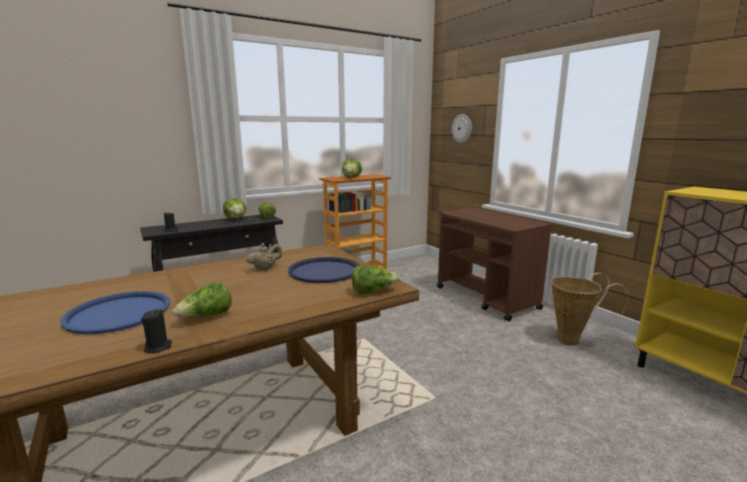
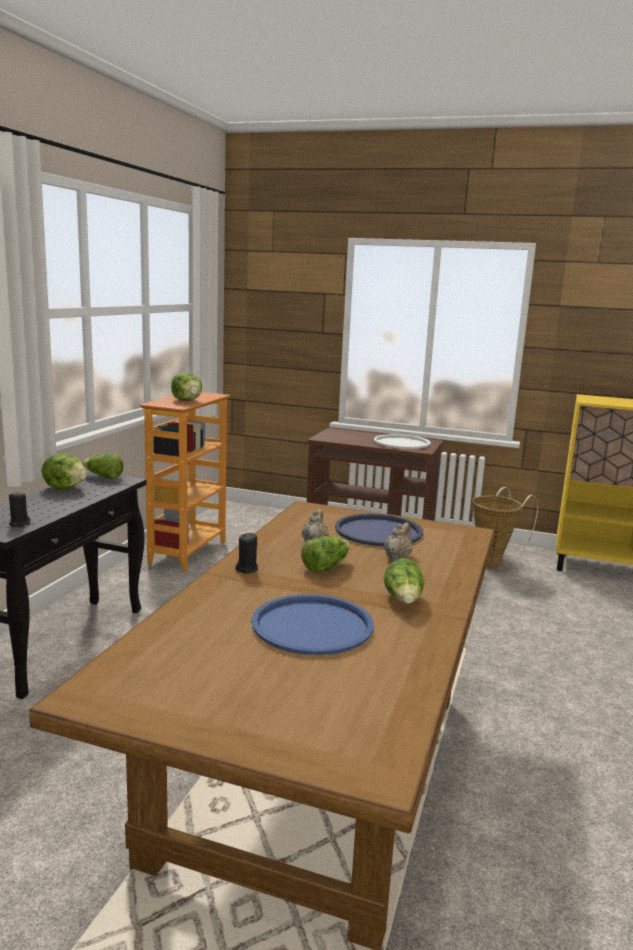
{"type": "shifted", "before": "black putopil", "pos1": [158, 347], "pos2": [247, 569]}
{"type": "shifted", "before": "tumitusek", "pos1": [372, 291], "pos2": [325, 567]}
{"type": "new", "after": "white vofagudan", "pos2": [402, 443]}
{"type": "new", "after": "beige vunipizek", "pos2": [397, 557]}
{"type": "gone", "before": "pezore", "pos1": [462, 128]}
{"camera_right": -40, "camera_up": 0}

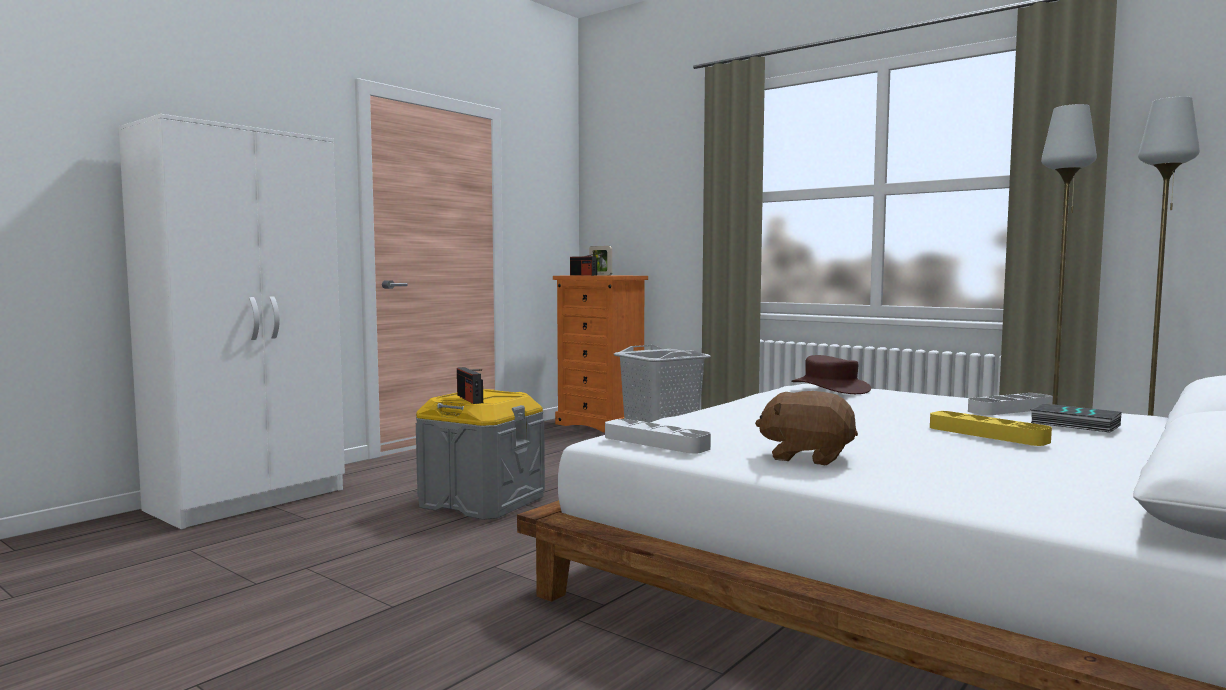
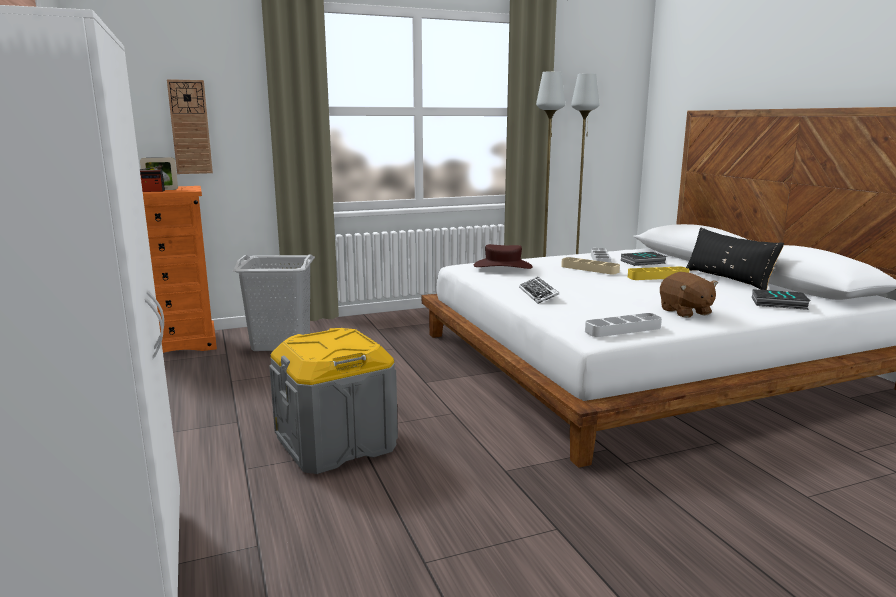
{"type": "new", "after": "pezore", "pos2": [190, 127]}
{"type": "new", "after": "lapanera", "pos2": [538, 294]}
{"type": "new", "after": "beige vofagudan", "pos2": [589, 269]}
{"type": "rotated", "before": "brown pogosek", "pos1": [807, 457], "pos2": [685, 312], "turn": -75}
{"type": "new", "after": "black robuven", "pos2": [727, 279]}
{"type": "new", "after": "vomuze", "pos2": [778, 303]}
{"type": "gone", "before": "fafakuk", "pos1": [469, 399]}
{"camera_right": -60, "camera_up": 10}

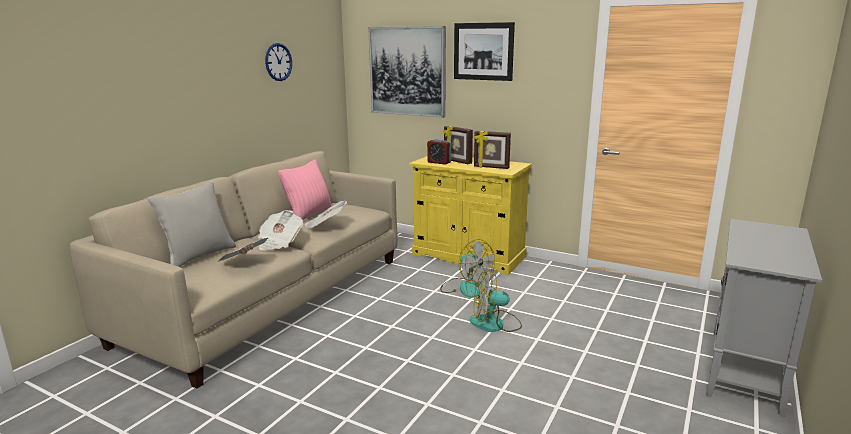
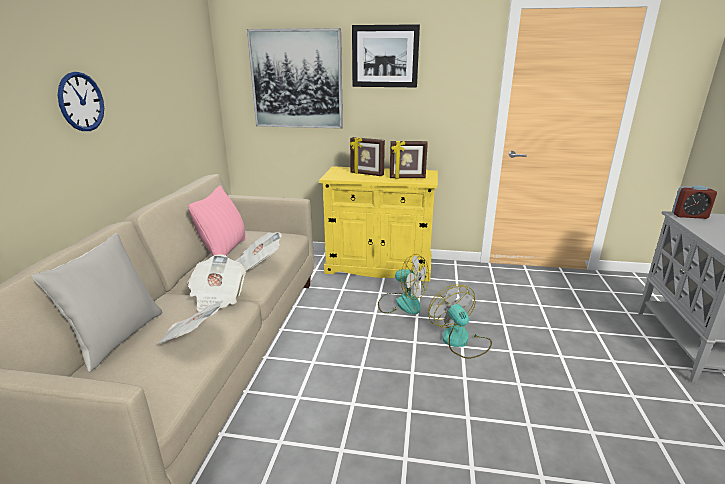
{"type": "shifted", "before": "pezore", "pos1": [278, 62], "pos2": [81, 102]}
{"type": "rotated", "before": "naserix", "pos1": [495, 324], "pos2": [460, 341], "turn": 90}
{"type": "shifted", "before": "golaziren", "pos1": [439, 162], "pos2": [689, 216]}
{"camera_right": -20, "camera_up": 5}

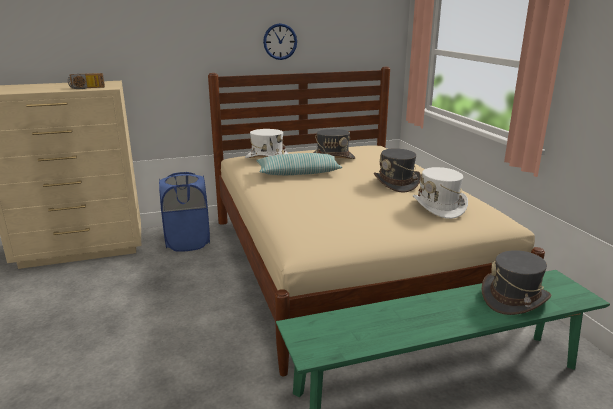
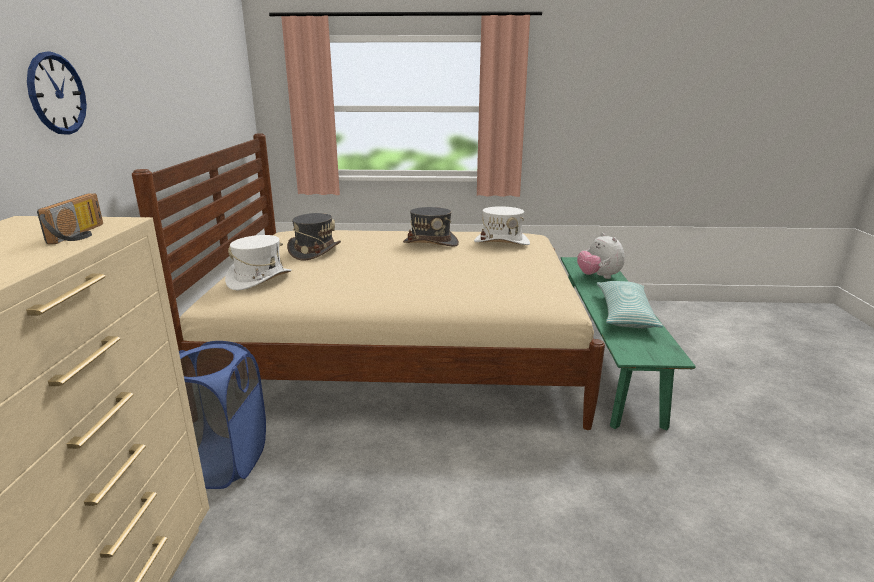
{"type": "shifted", "before": "pezore", "pos1": [280, 41], "pos2": [57, 94]}
{"type": "swapped", "before": "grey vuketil", "after": "pogosek", "pos1": [514, 298], "pos2": [598, 277]}
{"type": "shifted", "before": "robuven", "pos1": [298, 173], "pos2": [625, 314]}
{"camera_right": -70, "camera_up": 0}

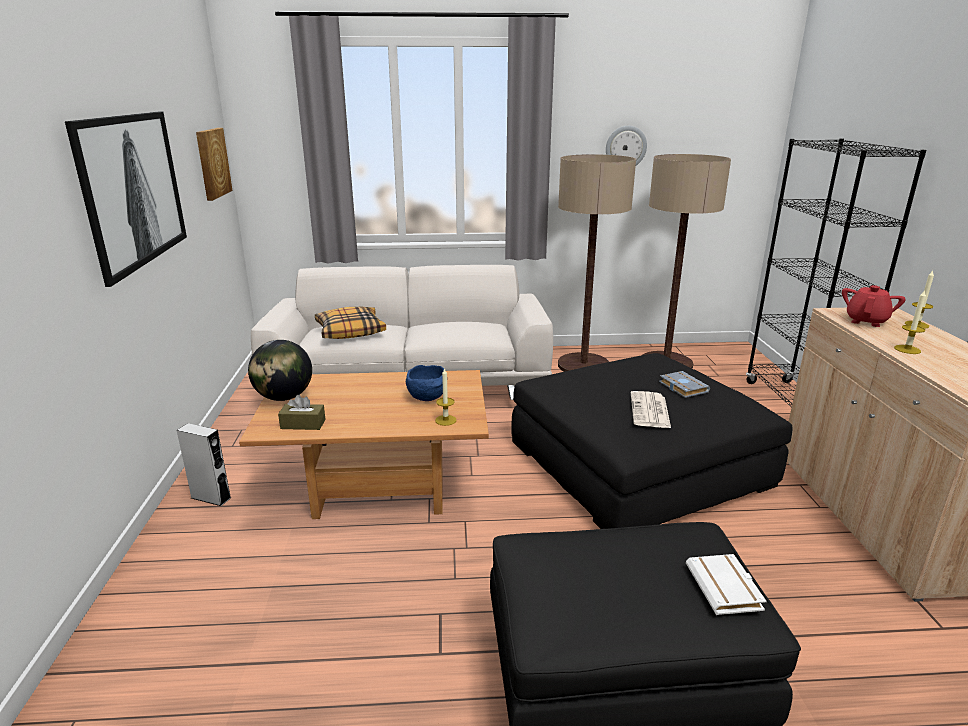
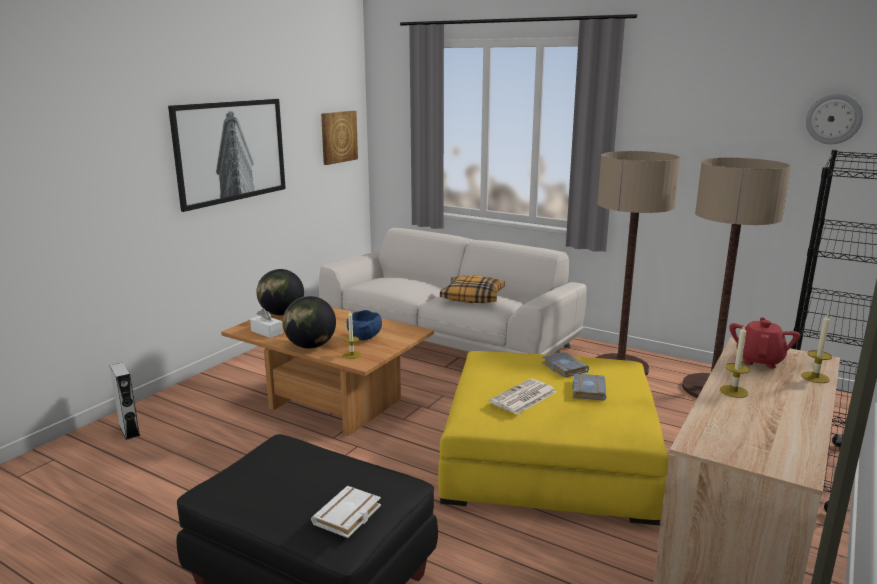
{"type": "shifted", "before": "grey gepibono", "pos1": [211, 497], "pos2": [129, 431]}
{"type": "repainted", "before": "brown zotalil", "after": "white zotalil", "pos1": [303, 424], "pos2": [267, 332]}
{"type": "new", "after": "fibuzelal", "pos2": [311, 346]}
{"type": "repainted", "before": "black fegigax", "after": "yellow fegigax", "pos1": [638, 464], "pos2": [549, 459]}
{"type": "shifted", "before": "robuven", "pos1": [350, 331], "pos2": [473, 297]}
{"type": "new", "after": "grey vomuze", "pos2": [563, 367]}
{"type": "rotated", "before": "red vunipizek", "pos1": [866, 321], "pos2": [759, 360], "turn": -45}
{"type": "shifted", "before": "pezore", "pos1": [625, 147], "pos2": [833, 119]}
{"camera_right": 35, "camera_up": -5}

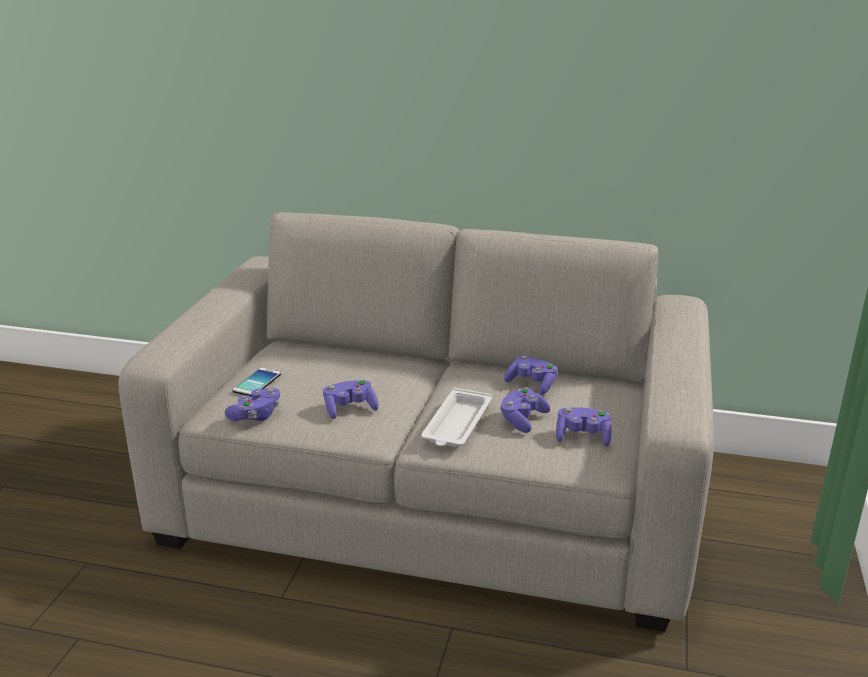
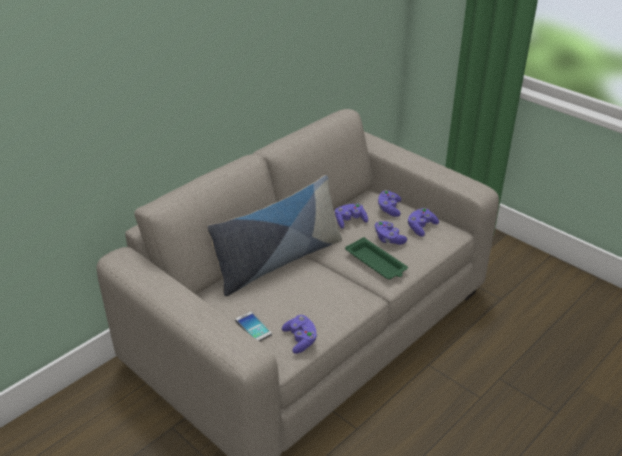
{"type": "new", "after": "robuven", "pos2": [278, 261]}
{"type": "repainted", "before": "white vofagudan", "after": "green vofagudan", "pos1": [457, 424], "pos2": [376, 263]}
{"type": "shifted", "before": "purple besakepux", "pos1": [350, 409], "pos2": [389, 209]}
{"camera_right": -60, "camera_up": 10}

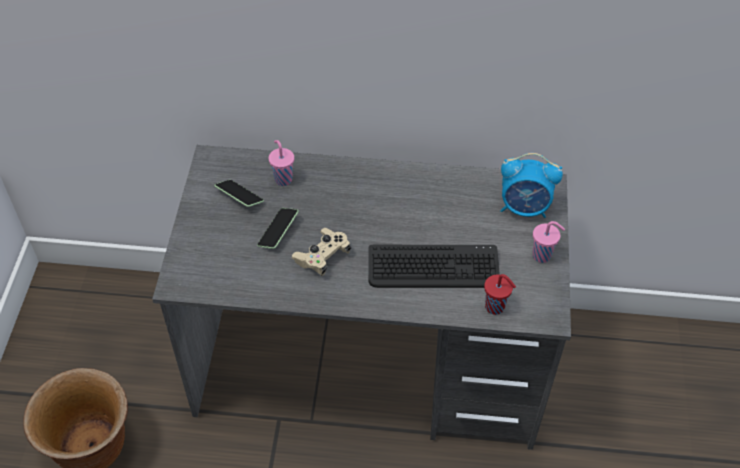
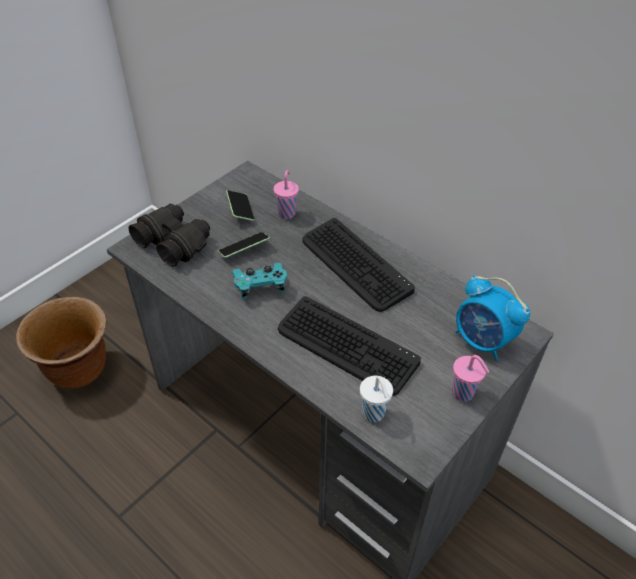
{"type": "new", "after": "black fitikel", "pos2": [174, 242]}
{"type": "repainted", "before": "beige besakepux", "after": "turquoise besakepux", "pos1": [322, 257], "pos2": [260, 286]}
{"type": "new", "after": "lapanera", "pos2": [355, 265]}
{"type": "repainted", "before": "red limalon", "after": "white limalon", "pos1": [496, 307], "pos2": [374, 414]}
{"camera_right": 35, "camera_up": -5}

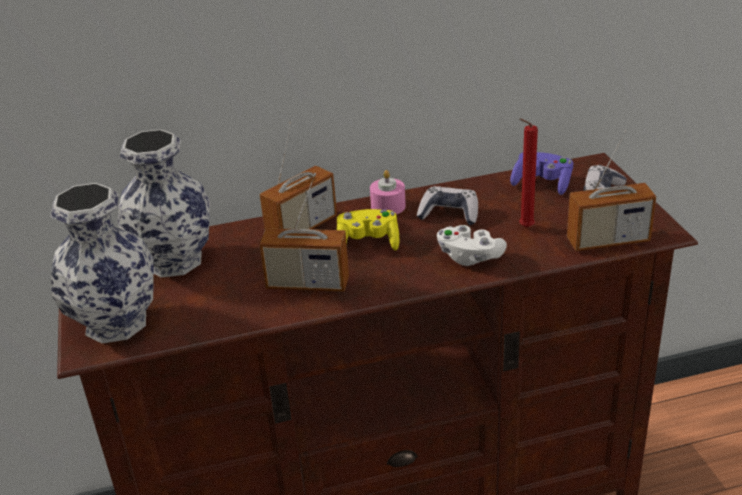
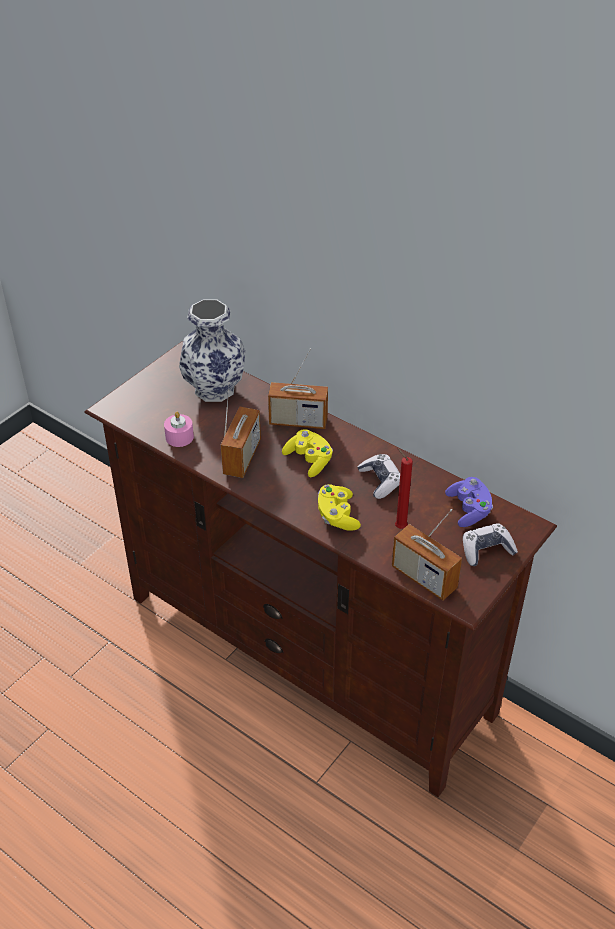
{"type": "shifted", "before": "pink putopil", "pos1": [388, 206], "pos2": [179, 437]}
{"type": "rotated", "before": "fafakuk", "pos1": [308, 283], "pos2": [242, 457], "turn": -135}
{"type": "repainted", "before": "white besakepux", "after": "yellow besakepux", "pos1": [469, 257], "pos2": [337, 516]}
{"type": "gone", "before": "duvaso", "pos1": [117, 322]}
{"camera_right": 50, "camera_up": 10}

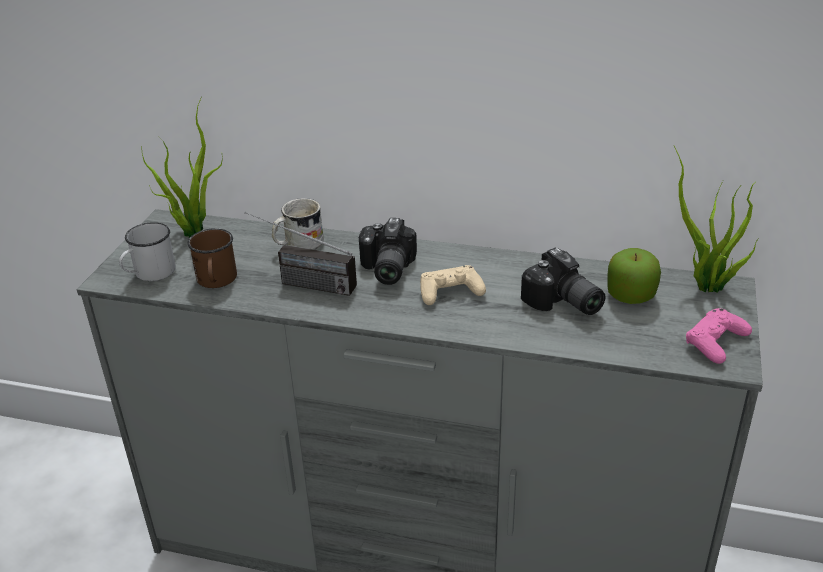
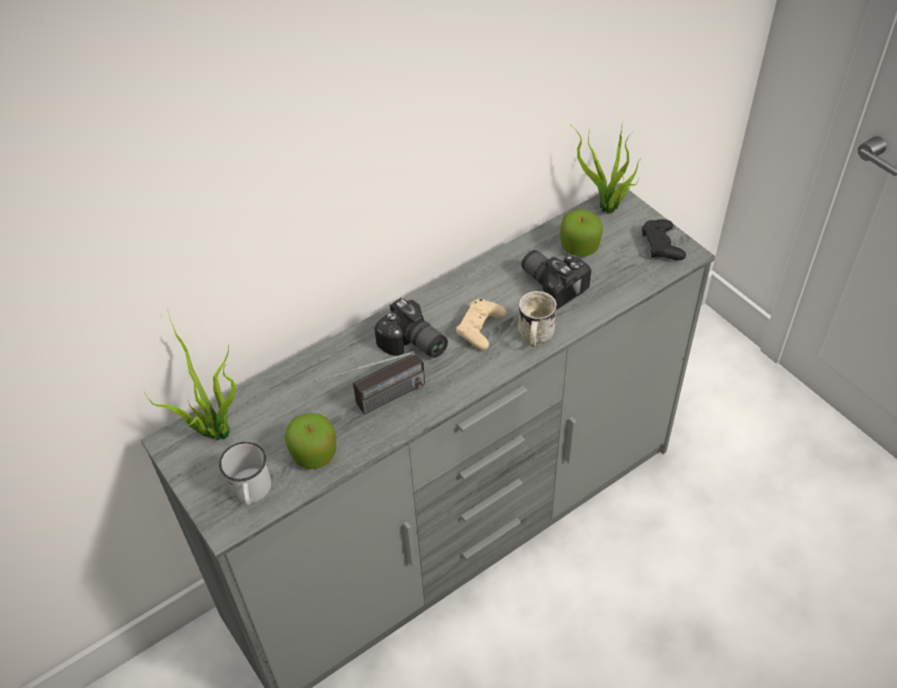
{"type": "swapped", "before": "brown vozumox", "after": "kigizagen", "pos1": [216, 281], "pos2": [314, 453]}
{"type": "shifted", "before": "white vozumox", "pos1": [298, 245], "pos2": [534, 336]}
{"type": "rotated", "before": "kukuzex", "pos1": [562, 303], "pos2": [554, 283], "turn": -135}
{"type": "repainted", "before": "pink besakepux", "after": "black besakepux", "pos1": [716, 342], "pos2": [662, 245]}
{"camera_right": -50, "camera_up": 15}

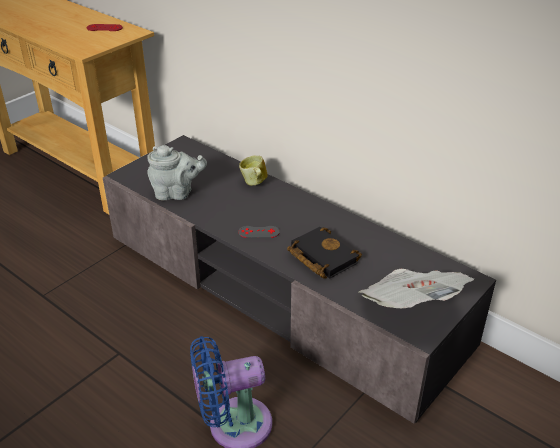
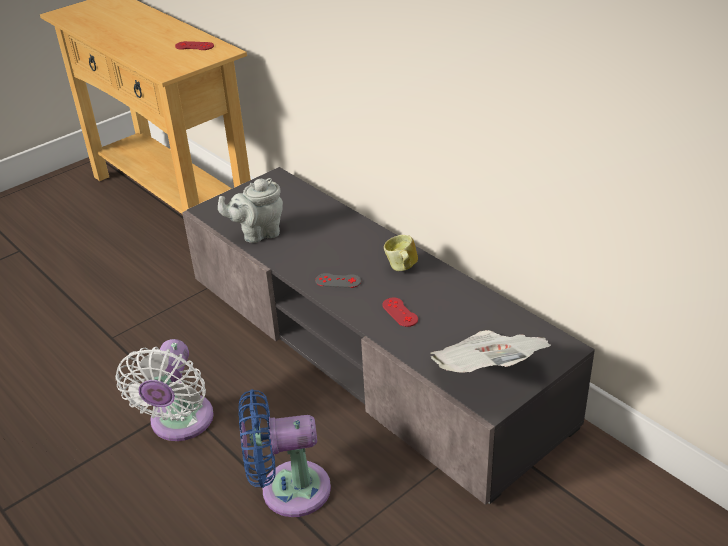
{"type": "new", "after": "white naserix", "pos2": [179, 423]}
{"type": "rotated", "before": "grey vunipizek", "pos1": [176, 193], "pos2": [258, 233], "turn": 150}
{"type": "swapped", "before": "black vomuze", "after": "red besakepux", "pos1": [320, 257], "pos2": [400, 312]}
{"type": "shifted", "before": "vozumox", "pos1": [254, 184], "pos2": [401, 269]}
{"camera_right": 10, "camera_up": 0}

